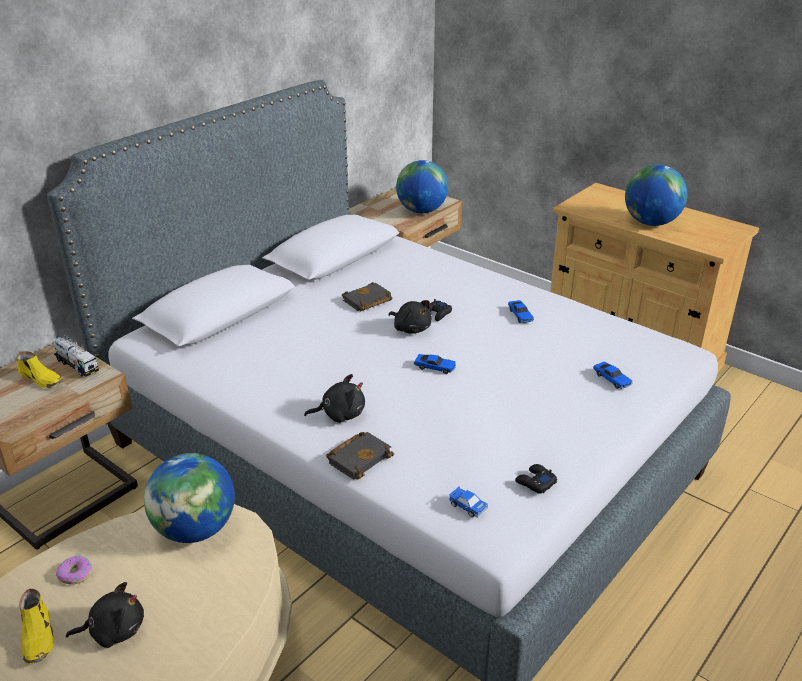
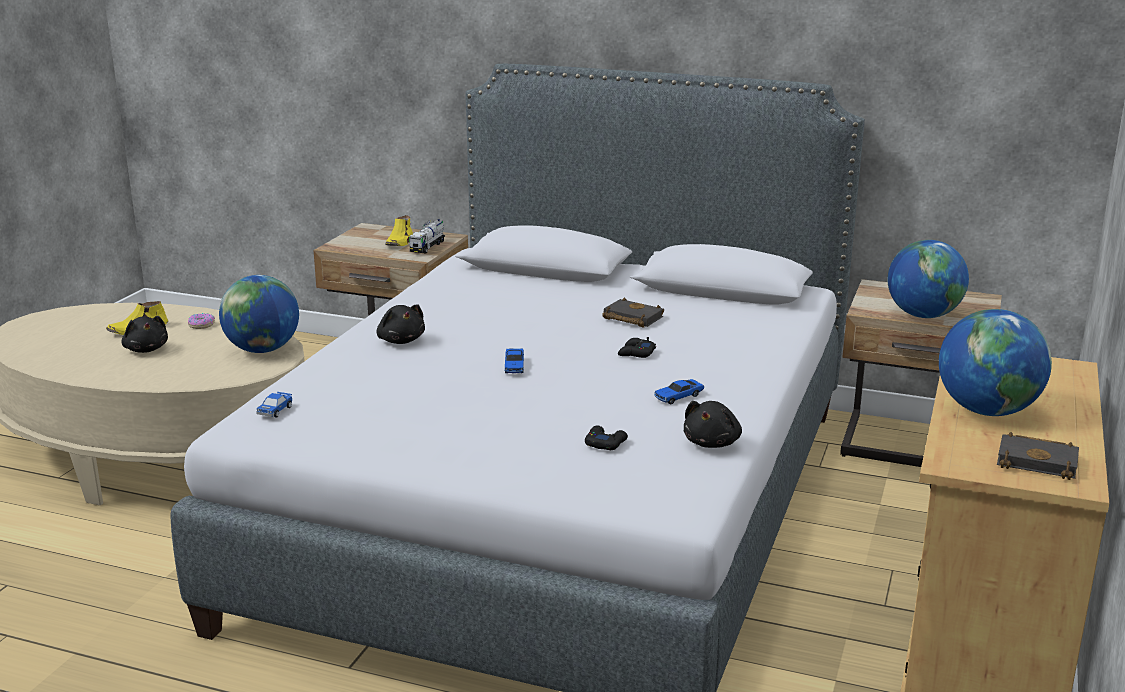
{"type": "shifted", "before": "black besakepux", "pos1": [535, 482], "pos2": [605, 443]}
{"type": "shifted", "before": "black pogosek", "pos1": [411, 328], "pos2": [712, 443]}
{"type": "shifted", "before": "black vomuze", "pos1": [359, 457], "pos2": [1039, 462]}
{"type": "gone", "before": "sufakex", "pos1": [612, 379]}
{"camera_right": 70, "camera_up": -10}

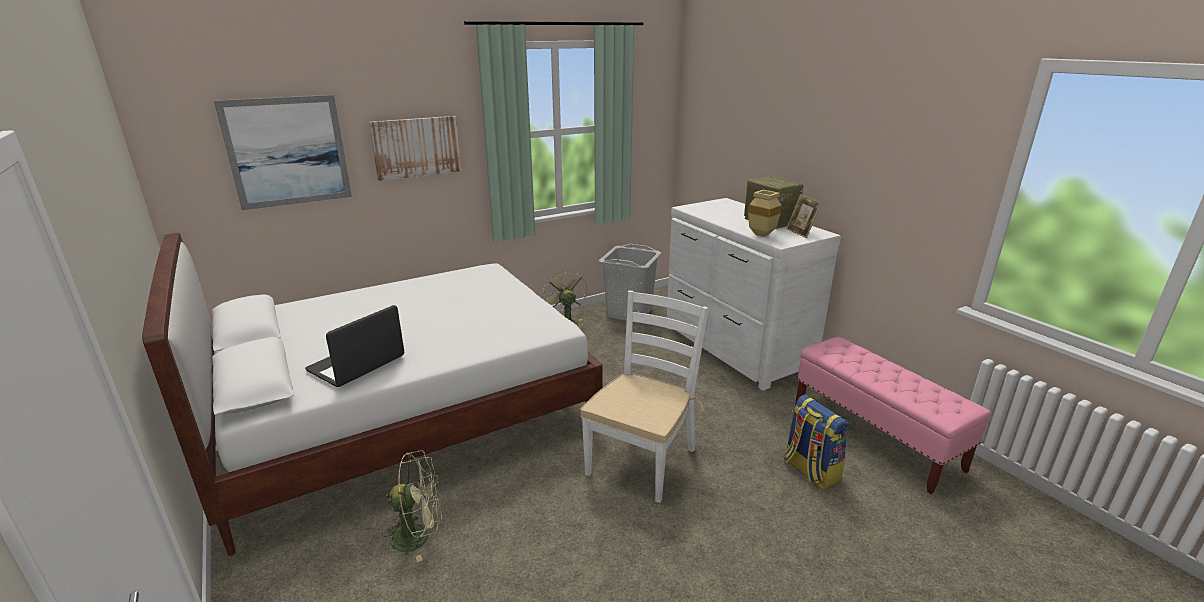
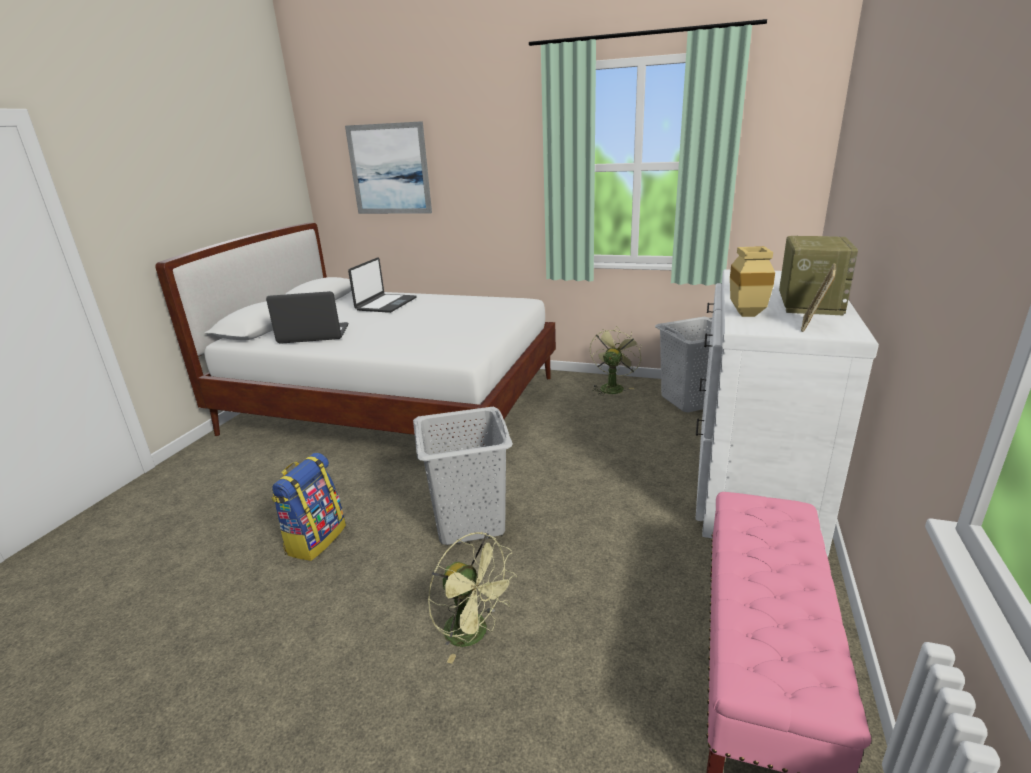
{"type": "shifted", "before": "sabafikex", "pos1": [810, 470], "pos2": [315, 539]}
{"type": "new", "after": "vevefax", "pos2": [385, 304]}
{"type": "swapped", "before": "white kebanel", "after": "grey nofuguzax", "pos1": [641, 460], "pos2": [470, 522]}
{"type": "shifted", "before": "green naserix", "pos1": [419, 536], "pos2": [474, 634]}
{"type": "gone", "before": "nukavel", "pos1": [416, 147]}
{"camera_right": 50, "camera_up": 0}

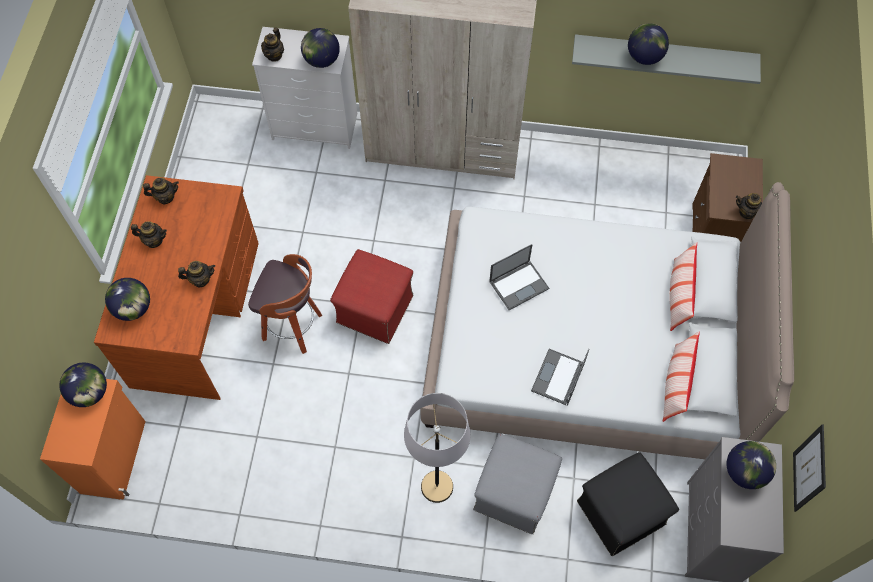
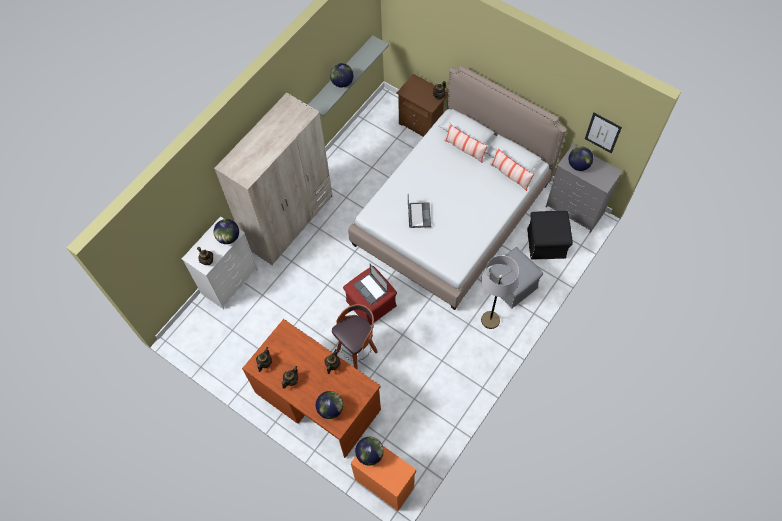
{"type": "shifted", "before": "vevefax", "pos1": [558, 378], "pos2": [371, 289]}
{"camera_right": -60, "camera_up": 0}

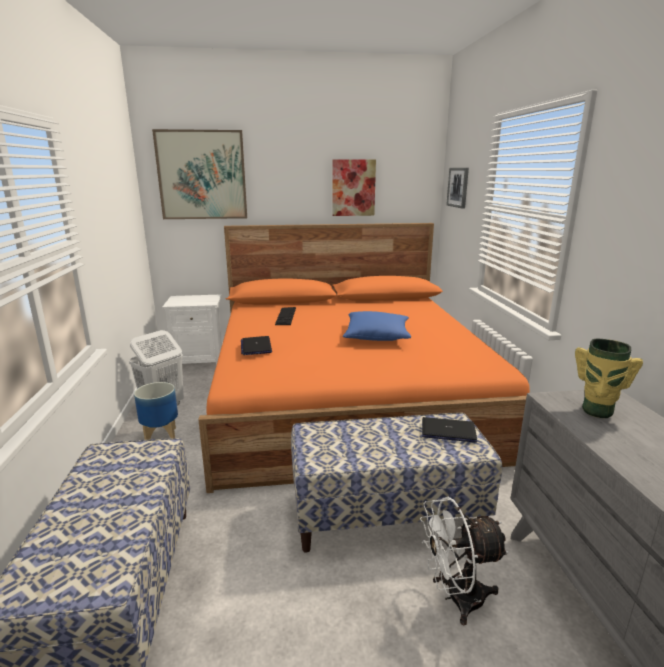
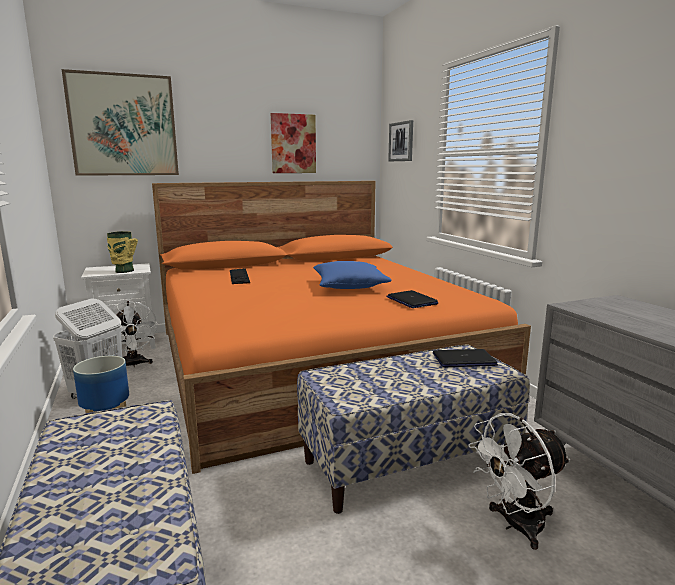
{"type": "new", "after": "white naserix", "pos2": [133, 365]}
{"type": "shifted", "before": "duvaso", "pos1": [596, 411], "pos2": [123, 271]}
{"type": "shifted", "before": "vevefax", "pos1": [256, 346], "pos2": [411, 300]}
{"camera_right": -15, "camera_up": -5}

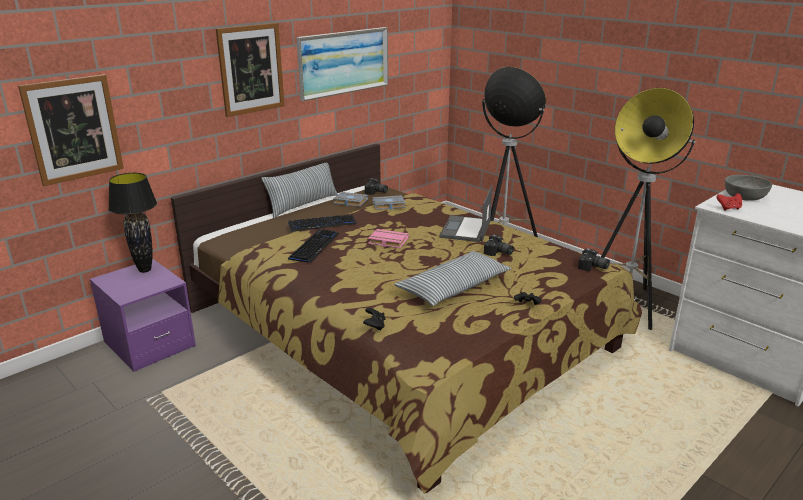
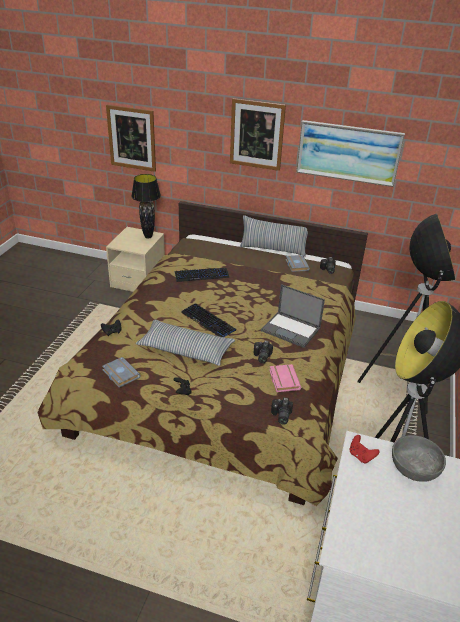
{"type": "shifted", "before": "grey vomuze", "pos1": [388, 205], "pos2": [119, 374]}
{"type": "repainted", "before": "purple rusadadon", "after": "beige rusadadon", "pos1": [149, 345], "pos2": [138, 280]}
{"type": "shifted", "before": "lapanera", "pos1": [322, 224], "pos2": [208, 321]}
{"type": "rotated", "before": "vevefax", "pos1": [465, 229], "pos2": [291, 329], "turn": -135}
{"type": "shifted", "before": "pink vomuze", "pos1": [387, 241], "pos2": [283, 380]}
{"camera_right": 60, "camera_up": 10}

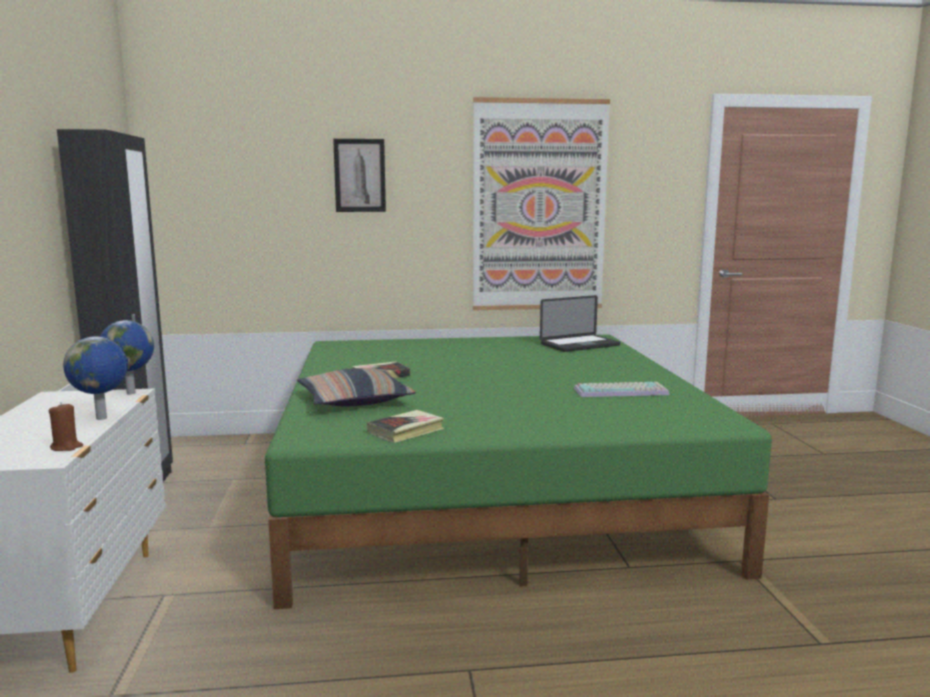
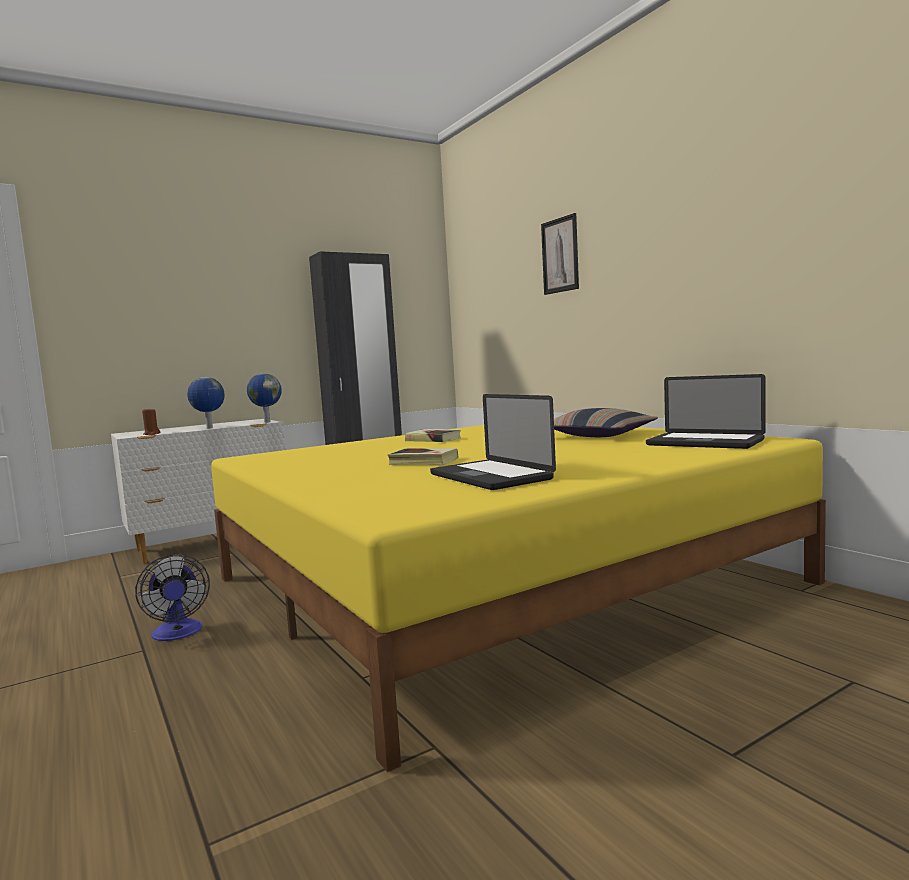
{"type": "new", "after": "naserix", "pos2": [178, 633]}
{"type": "repainted", "before": "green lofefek", "after": "yellow lofefek", "pos1": [489, 489], "pos2": [494, 581]}
{"type": "shifted", "before": "vomuze", "pos1": [406, 431], "pos2": [423, 462]}
{"type": "swapped", "before": "lapanera", "after": "vevefax", "pos1": [621, 391], "pos2": [490, 477]}
{"type": "shifted", "before": "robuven", "pos1": [354, 400], "pos2": [599, 435]}
{"type": "gone", "before": "nukavel", "pos1": [539, 206]}
{"camera_right": 65, "camera_up": -5}

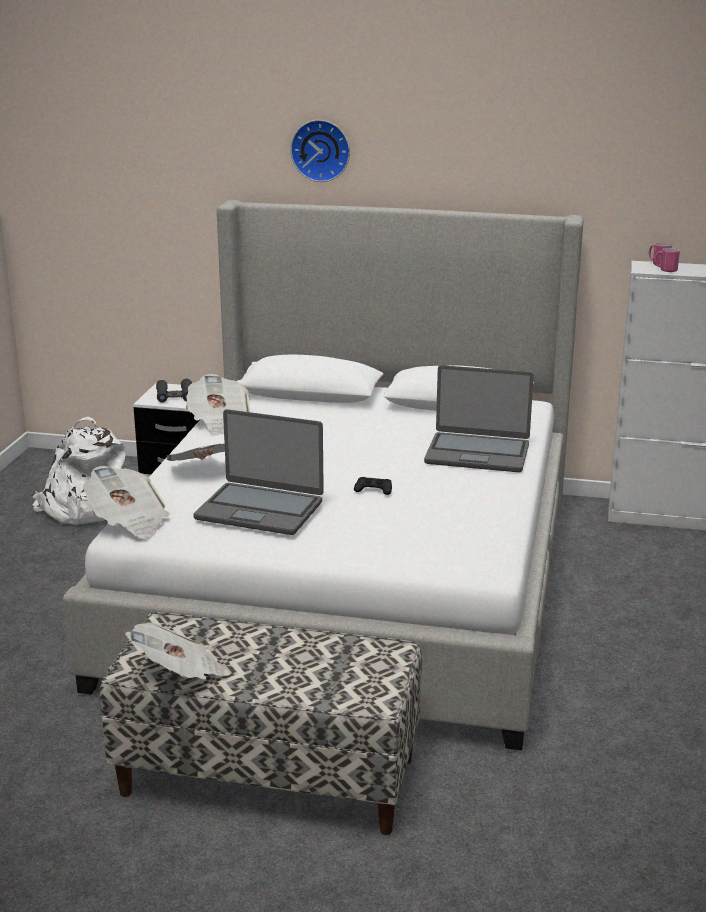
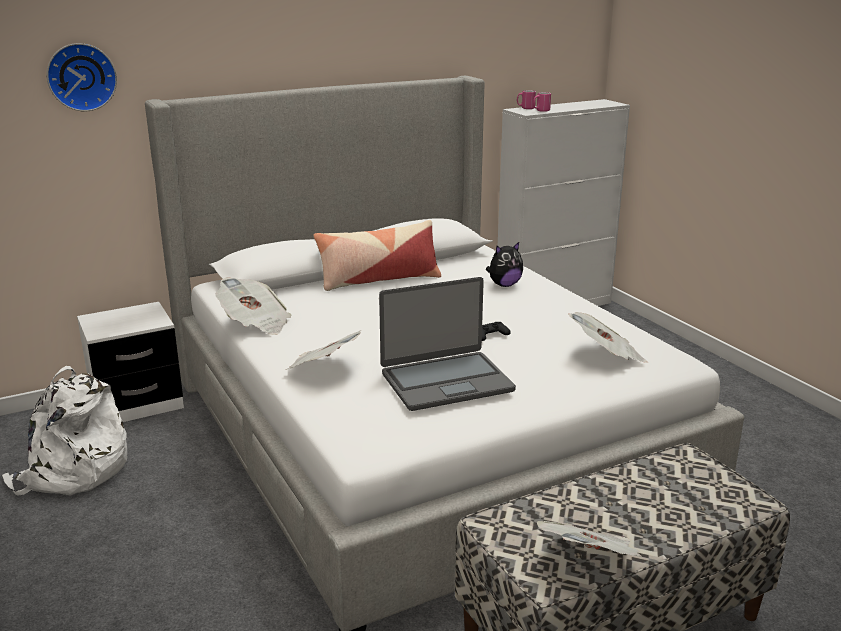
{"type": "shifted", "before": "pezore", "pos1": [321, 150], "pos2": [81, 77]}
{"type": "new", "after": "robuven", "pos2": [379, 280]}
{"type": "swapped", "before": "vevefax", "after": "pogosek", "pos1": [477, 453], "pos2": [504, 285]}
{"type": "shifted", "before": "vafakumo", "pos1": [128, 521], "pos2": [606, 356]}
{"type": "gone", "before": "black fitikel", "pos1": [174, 396]}
{"camera_right": -40, "camera_up": 0}

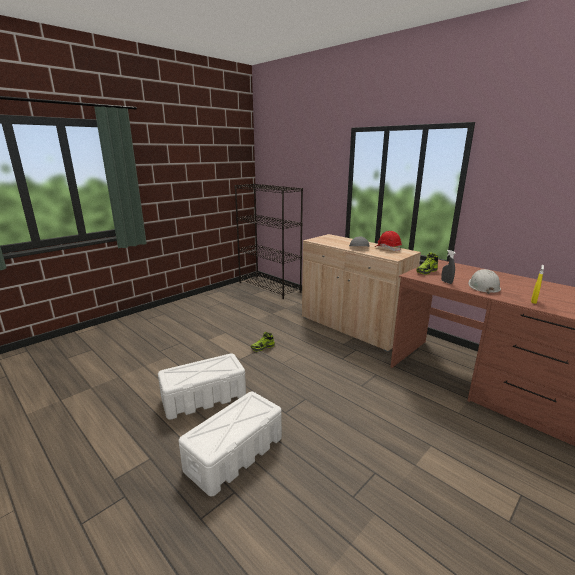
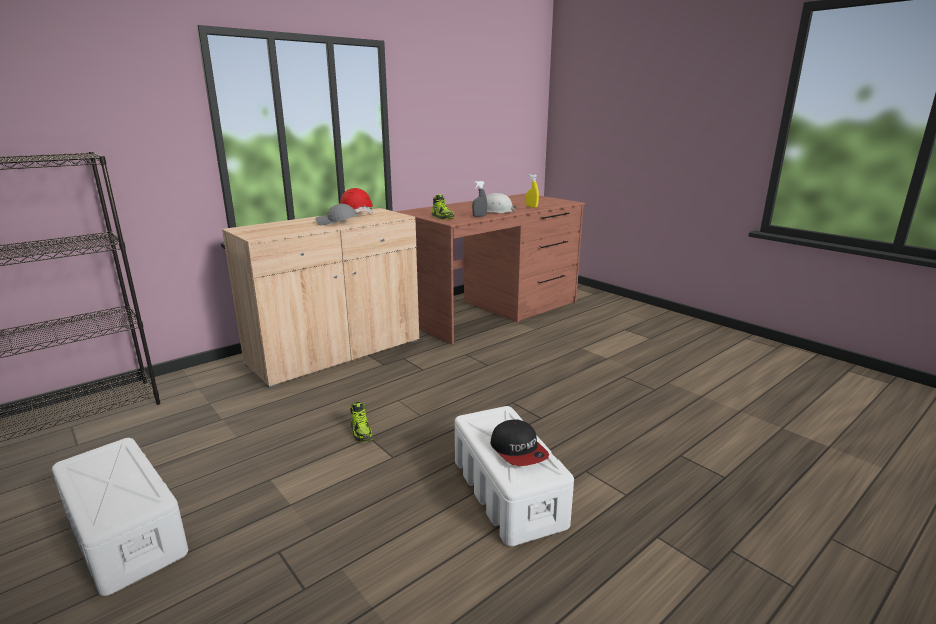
{"type": "shifted", "before": "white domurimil", "pos1": [235, 453], "pos2": [125, 533]}
{"type": "new", "after": "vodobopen", "pos2": [518, 450]}
{"camera_right": -85, "camera_up": 0}

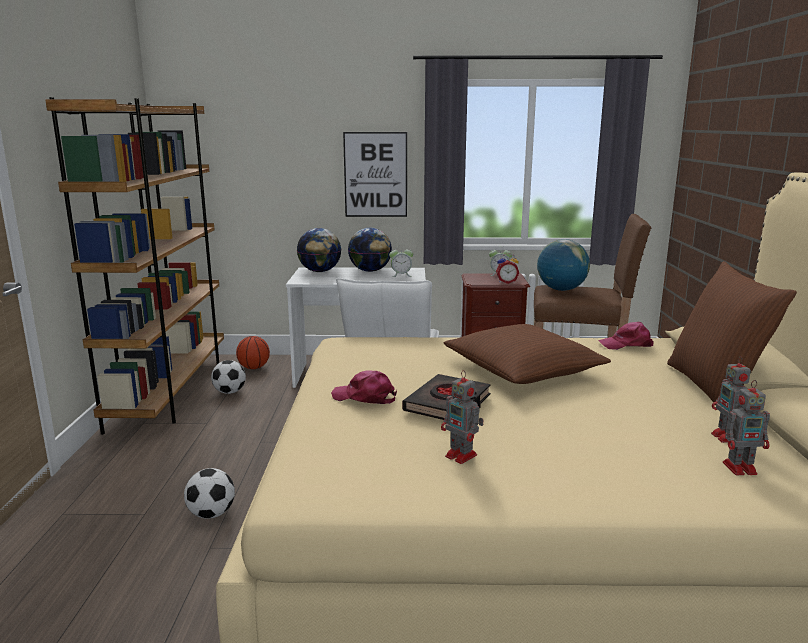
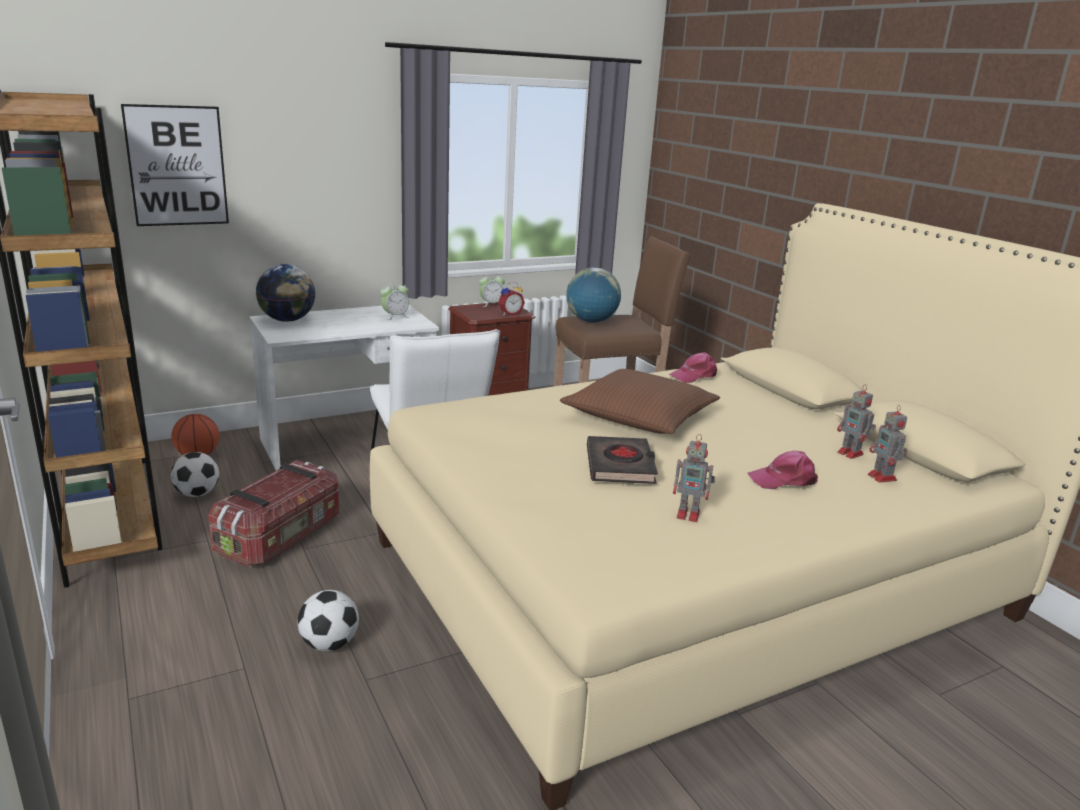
{"type": "shifted", "before": "nukavel", "pos1": [375, 175], "pos2": [177, 166]}
{"type": "new", "after": "domurimil", "pos2": [282, 537]}
{"type": "shifted", "before": "pink vodobopen", "pos1": [365, 397], "pos2": [783, 480]}
{"type": "rotated", "before": "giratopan", "pos1": [741, 468], "pos2": [883, 478], "turn": 105}
{"type": "gone", "before": "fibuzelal", "pos1": [370, 271]}
{"type": "gone", "before": "brown robuven", "pos1": [715, 388]}
{"camera_right": -30, "camera_up": 5}

